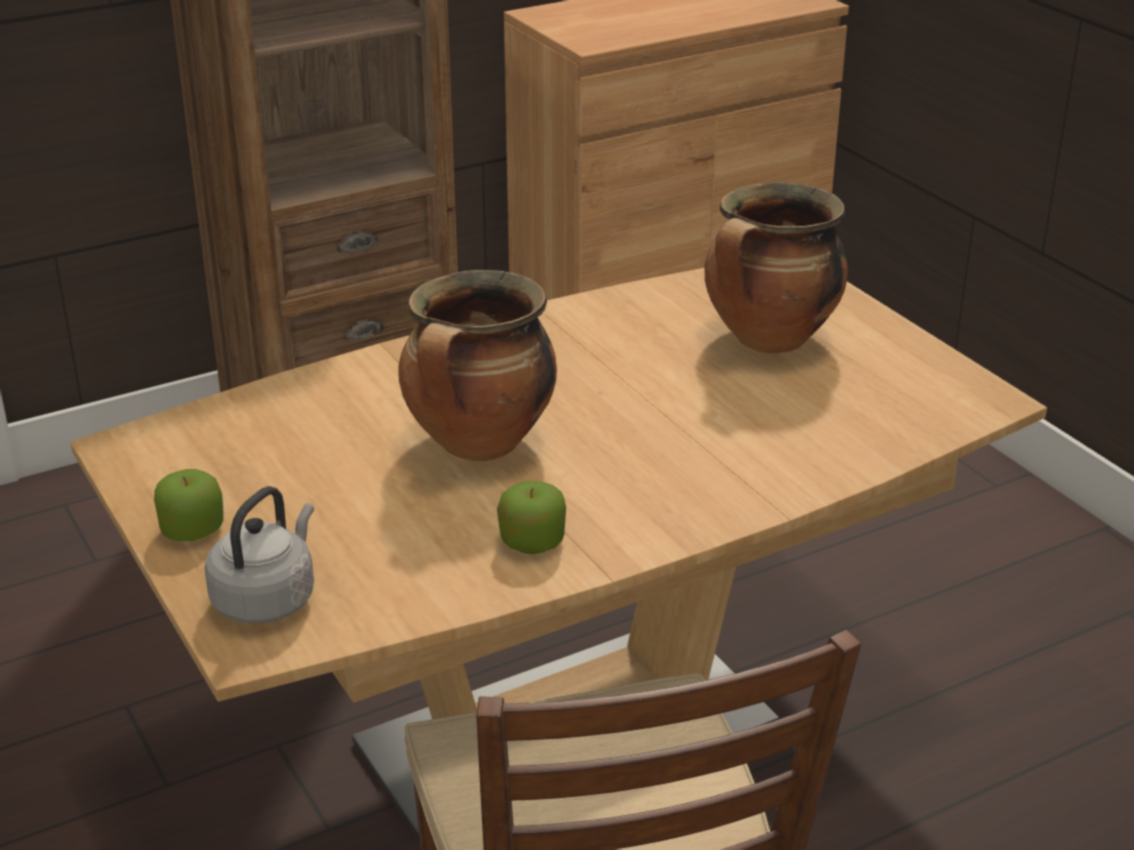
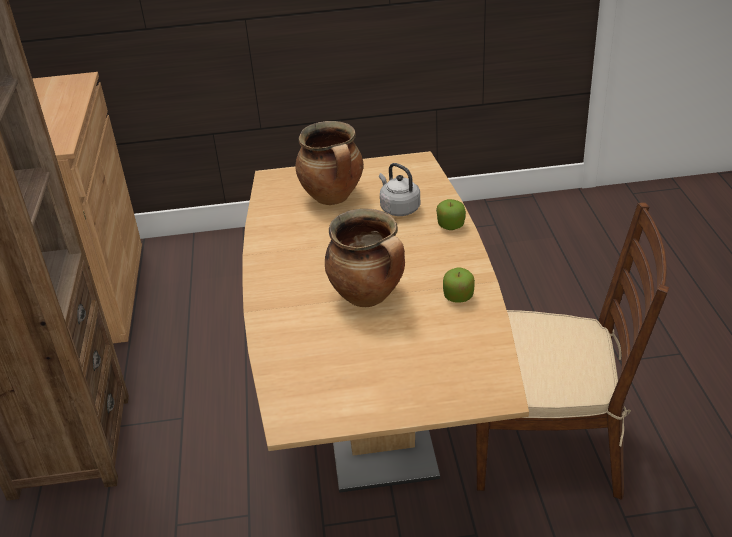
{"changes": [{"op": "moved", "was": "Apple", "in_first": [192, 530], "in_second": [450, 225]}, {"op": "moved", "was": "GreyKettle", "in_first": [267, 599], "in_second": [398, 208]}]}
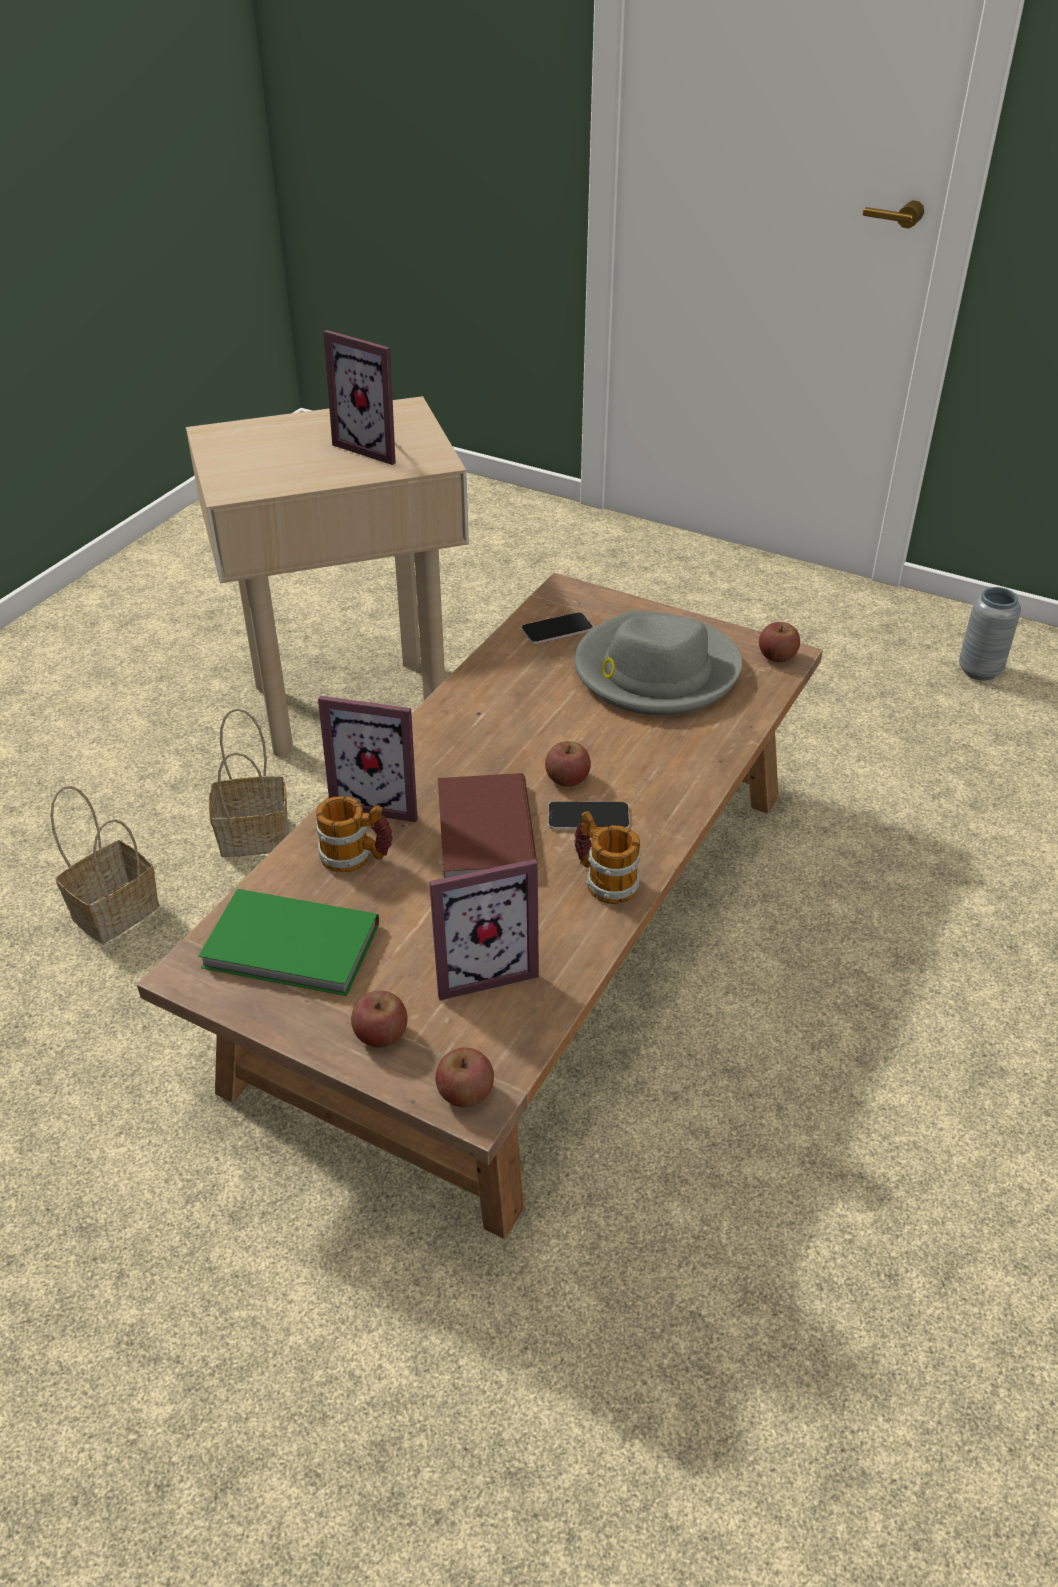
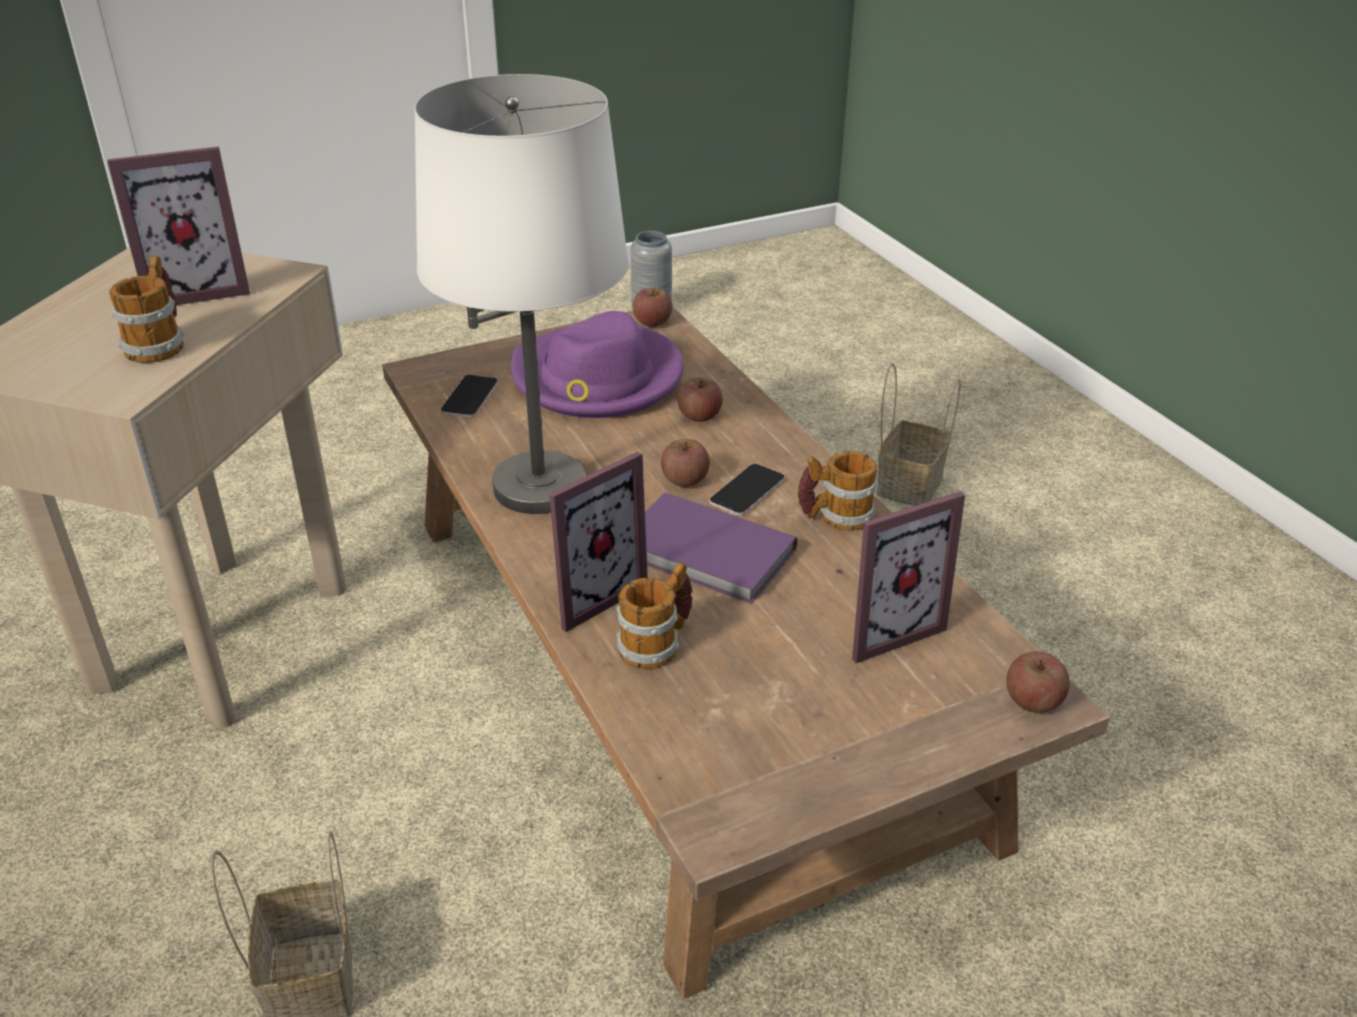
{"changes": [{"op": "removed", "was": "GreenBook", "in_first": [292, 949]}, {"op": "moved", "was": "Basket", "in_first": [257, 835], "in_second": [909, 483]}, {"op": "moved", "was": "Apple", "in_first": [381, 1034], "in_second": [699, 416]}, {"op": "turned", "was": "PictureFrame", "in_first": [481, 967], "in_second": [883, 627], "clockwise": 45}, {"op": "recoloured", "was": "BrownBook", "now": "PurpleBook", "in_first": [482, 833], "in_second": [706, 554]}, {"op": "recoloured", "was": "GreyHat", "now": "PurpleHat", "in_first": [655, 671], "in_second": [597, 379]}, {"op": "added", "now": "Mug", "in_second": [160, 343]}, {"op": "added", "now": "WhiteTableLamp", "in_second": [539, 486]}]}
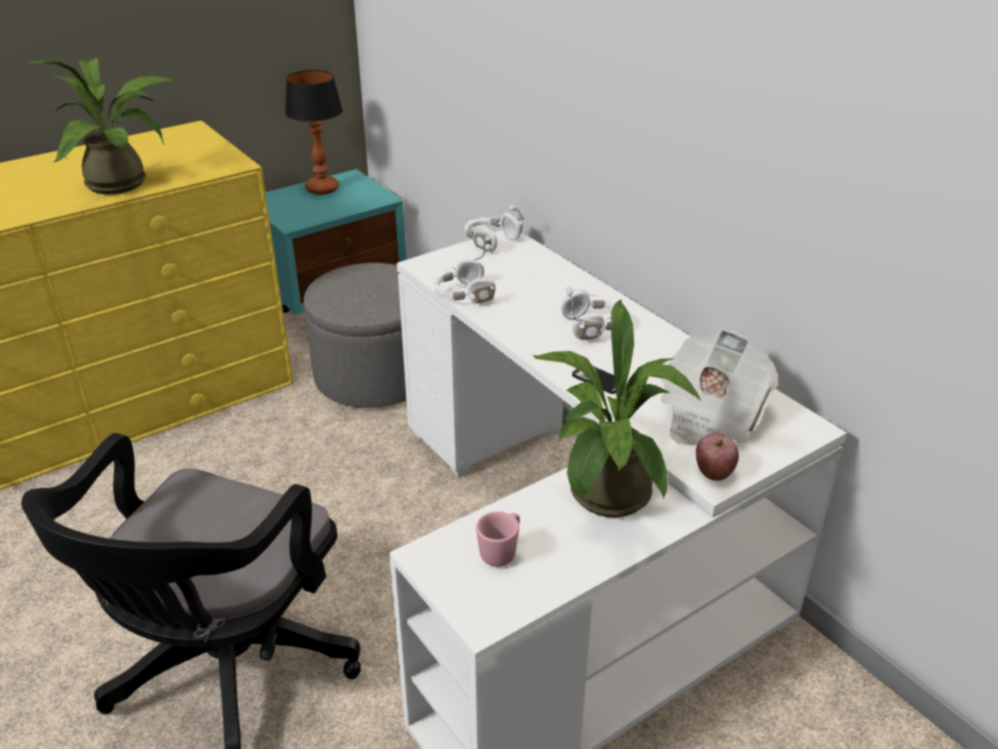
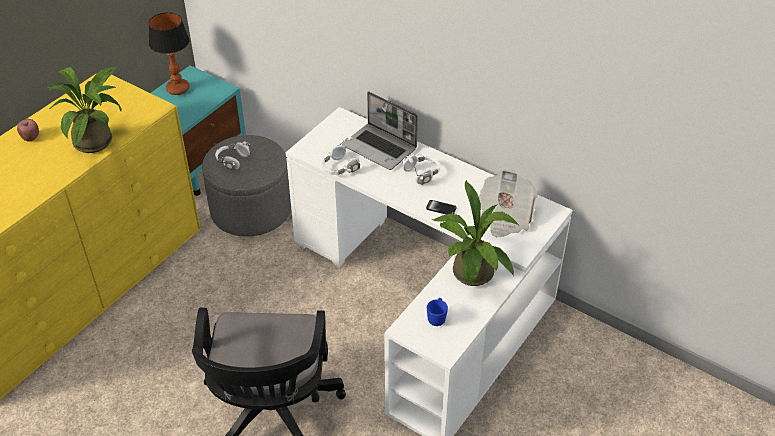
{"changes": [{"op": "moved", "was": "WhiteHeadphones", "in_first": [490, 241], "in_second": [232, 160]}, {"op": "recoloured", "was": "PinkMug", "now": "BlueMug", "in_first": [501, 552], "in_second": [437, 317]}, {"op": "moved", "was": "Apple", "in_first": [714, 472], "in_second": [30, 137]}, {"op": "added", "now": "Laptop", "in_second": [380, 148]}]}
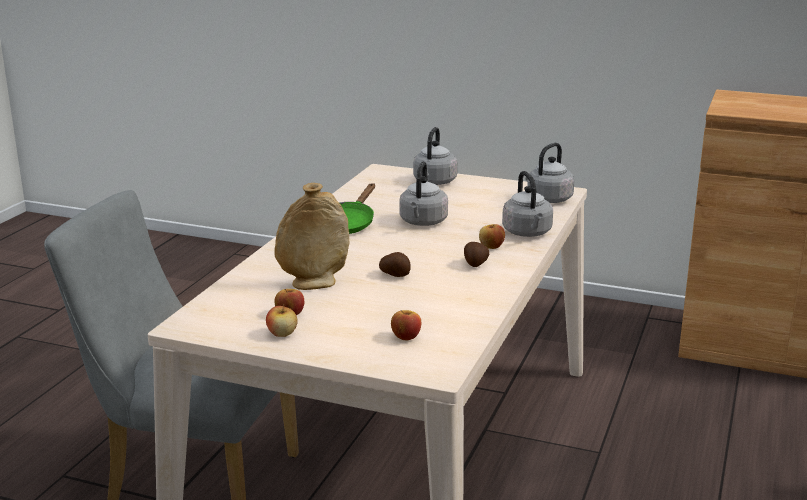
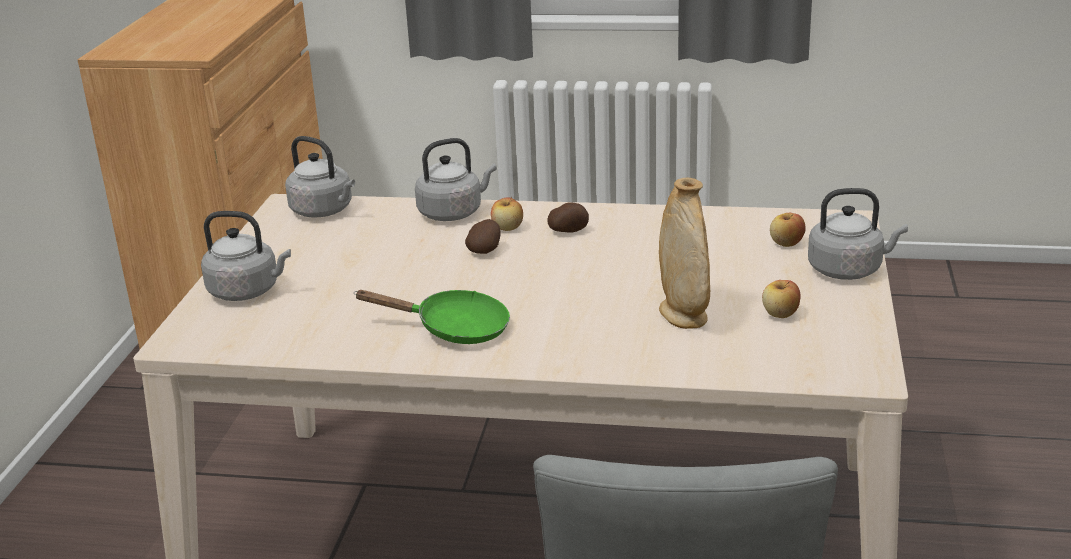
{"changes": [{"op": "removed", "was": "Apple", "in_first": [282, 334]}, {"op": "moved", "was": "Potato", "in_first": [395, 275], "in_second": [485, 250]}, {"op": "moved", "was": "GreyKettle", "in_first": [422, 222], "in_second": [848, 270]}]}
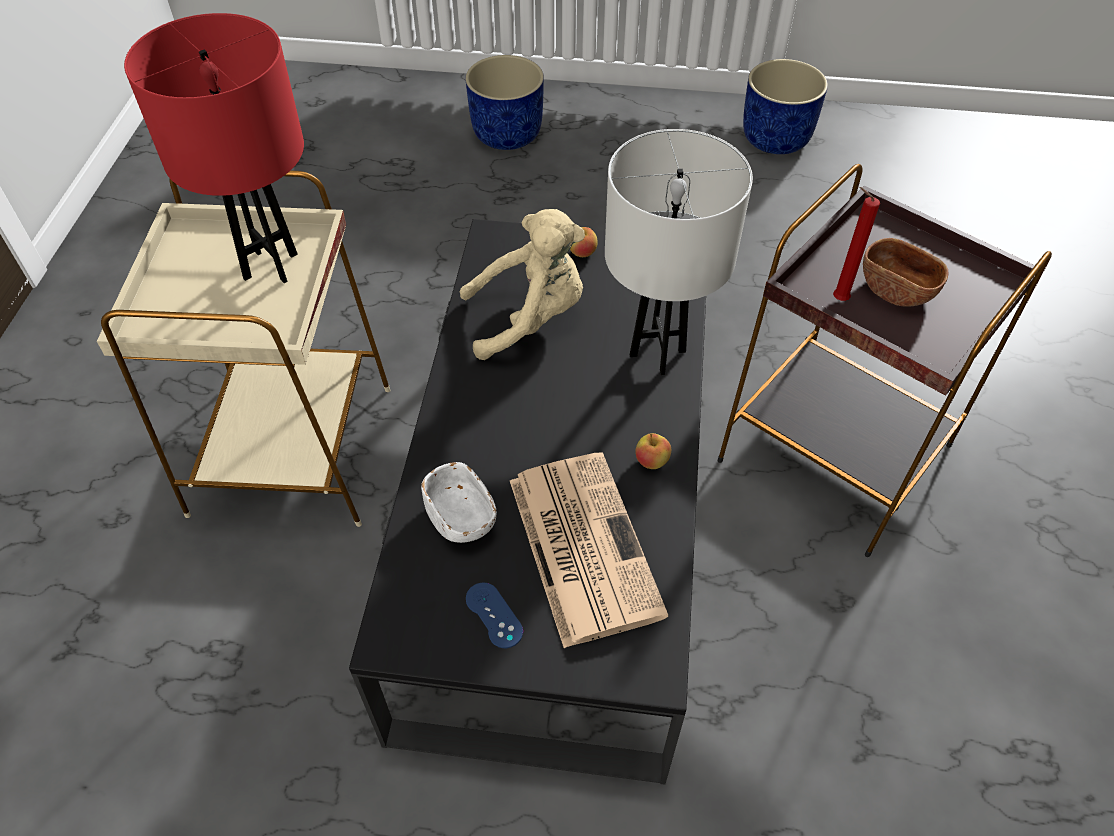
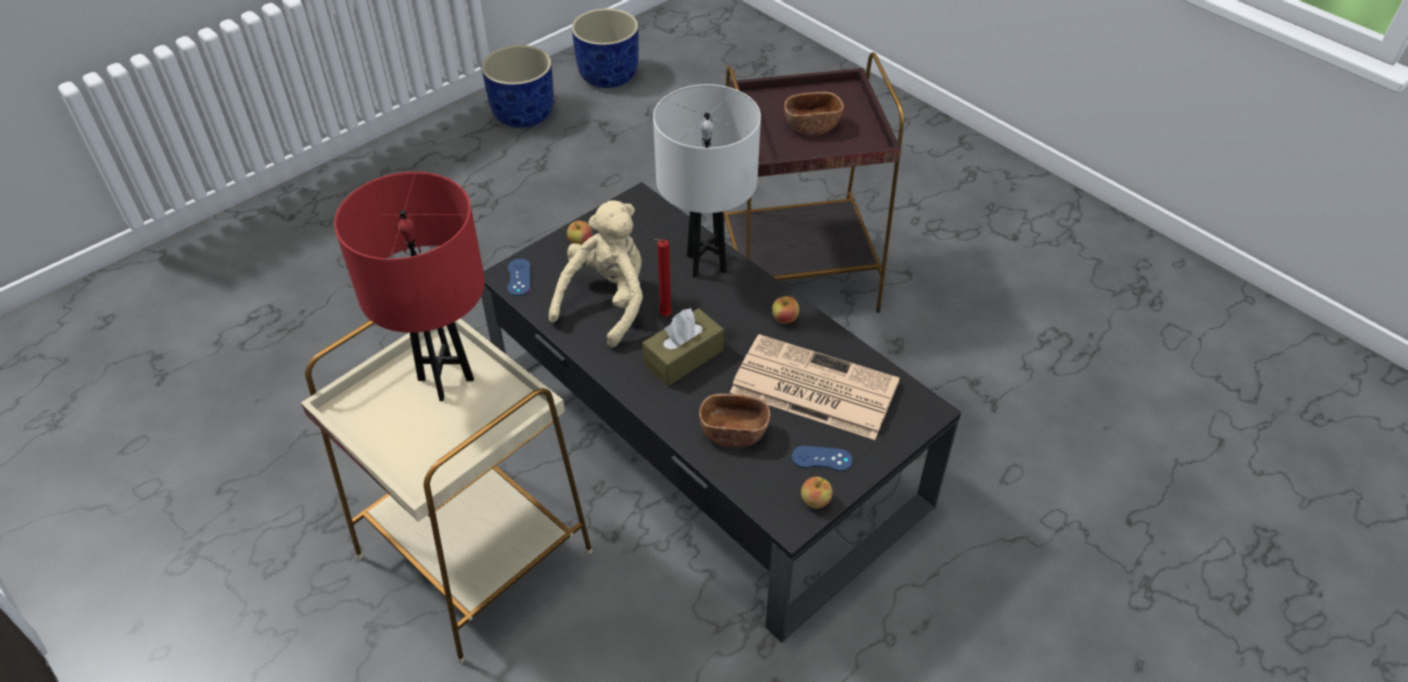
{"changes": [{"op": "recoloured", "was": "WhiteBowl", "now": "BrownBowl", "in_first": [461, 518], "in_second": [734, 432]}, {"op": "moved", "was": "BluePlanter", "in_first": [508, 135], "in_second": [609, 75]}, {"op": "moved", "was": "RedCandle", "in_first": [837, 299], "in_second": [663, 316]}, {"op": "added", "now": "BlueGameController", "in_second": [519, 277]}, {"op": "added", "now": "BrownTissueBox", "in_second": [683, 357]}, {"op": "added", "now": "Apple", "in_second": [815, 501]}]}
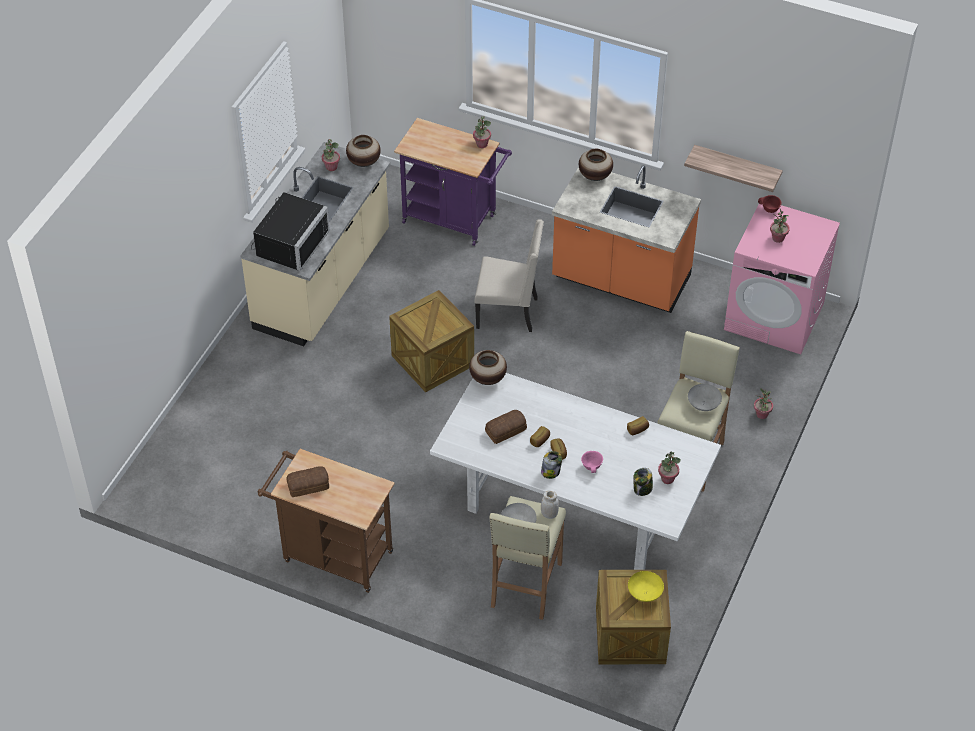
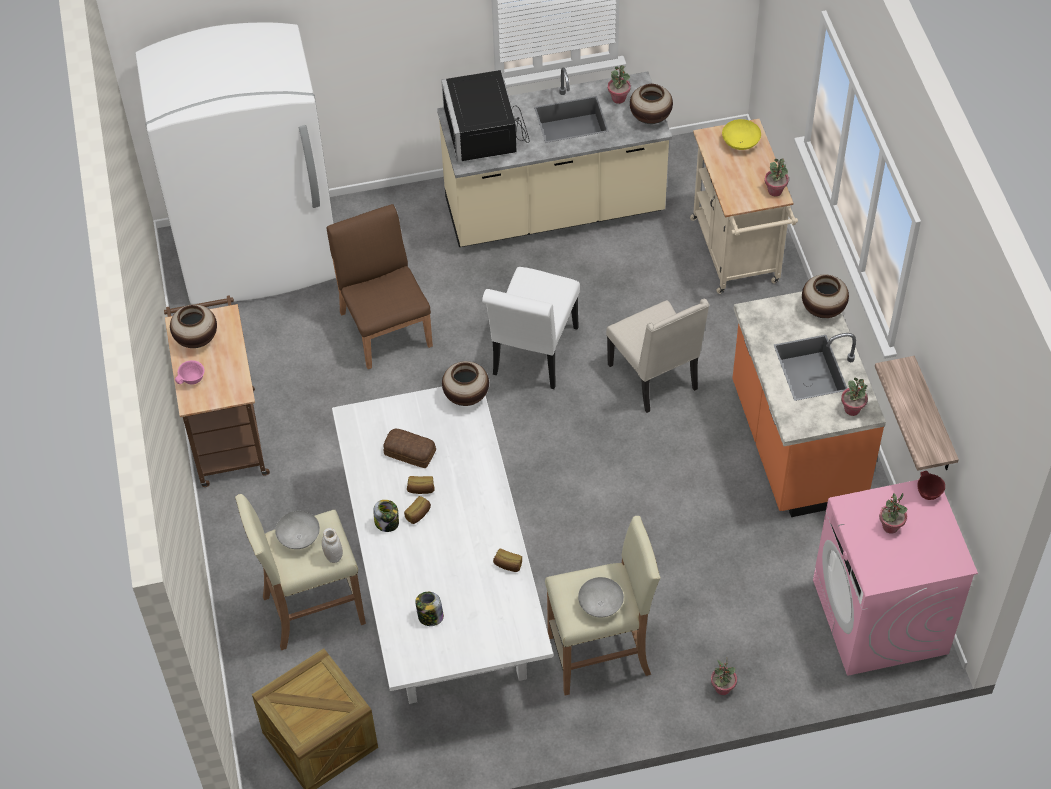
{"changes": [{"op": "turned", "was": "BlackMicrowave", "in_first": [288, 243], "in_second": [486, 131], "clockwise": 90}, {"op": "replaced", "was": "Bread", "now": "Vase", "in_first": [309, 486], "in_second": [196, 339]}, {"op": "replaced", "was": "Crate", "now": "WhiteChair", "in_first": [432, 360], "in_second": [533, 356]}, {"op": "recoloured", "was": "PurpleCart", "now": "BeigeCart", "in_first": [454, 220], "in_second": [737, 256]}, {"op": "moved", "was": "PinkBowl", "in_first": [592, 467], "in_second": [192, 380]}, {"op": "moved", "was": "YellowBowl", "in_first": [644, 593], "in_second": [740, 143]}, {"op": "moved", "was": "PottedPlant", "in_first": [667, 479], "in_second": [852, 409]}, {"op": "added", "now": "WhiteFridge", "in_second": [260, 256]}, {"op": "added", "now": "BrownChair", "in_second": [386, 328]}]}
